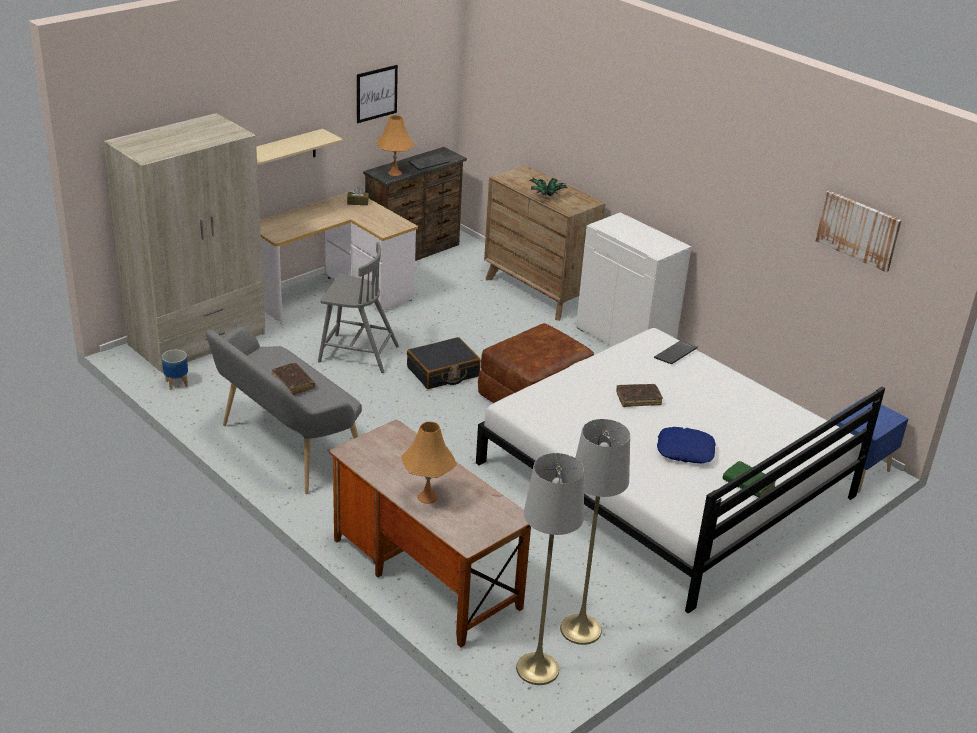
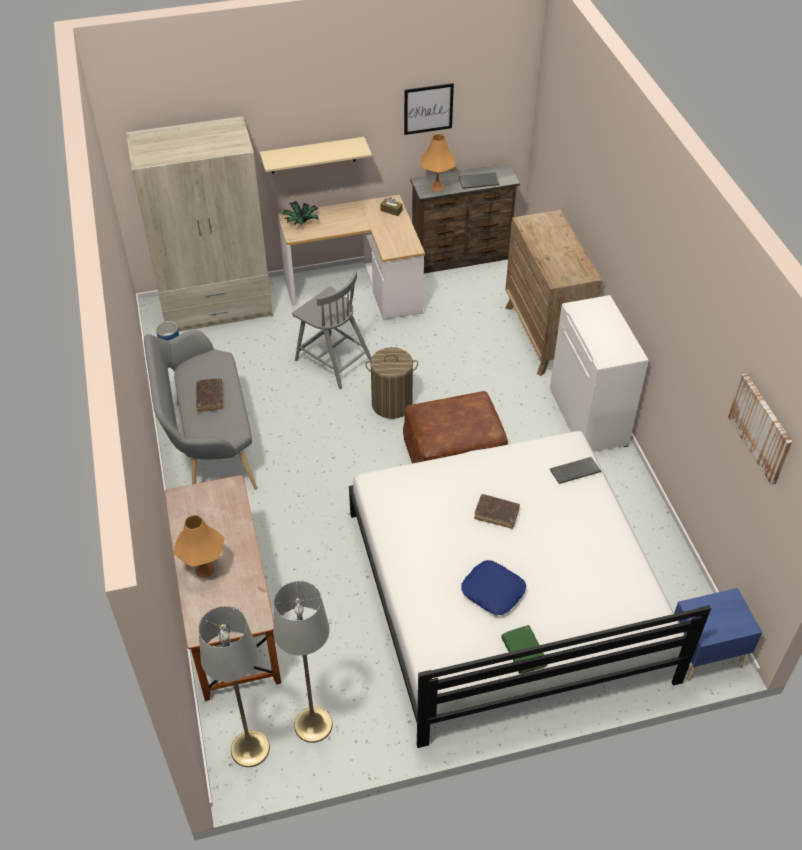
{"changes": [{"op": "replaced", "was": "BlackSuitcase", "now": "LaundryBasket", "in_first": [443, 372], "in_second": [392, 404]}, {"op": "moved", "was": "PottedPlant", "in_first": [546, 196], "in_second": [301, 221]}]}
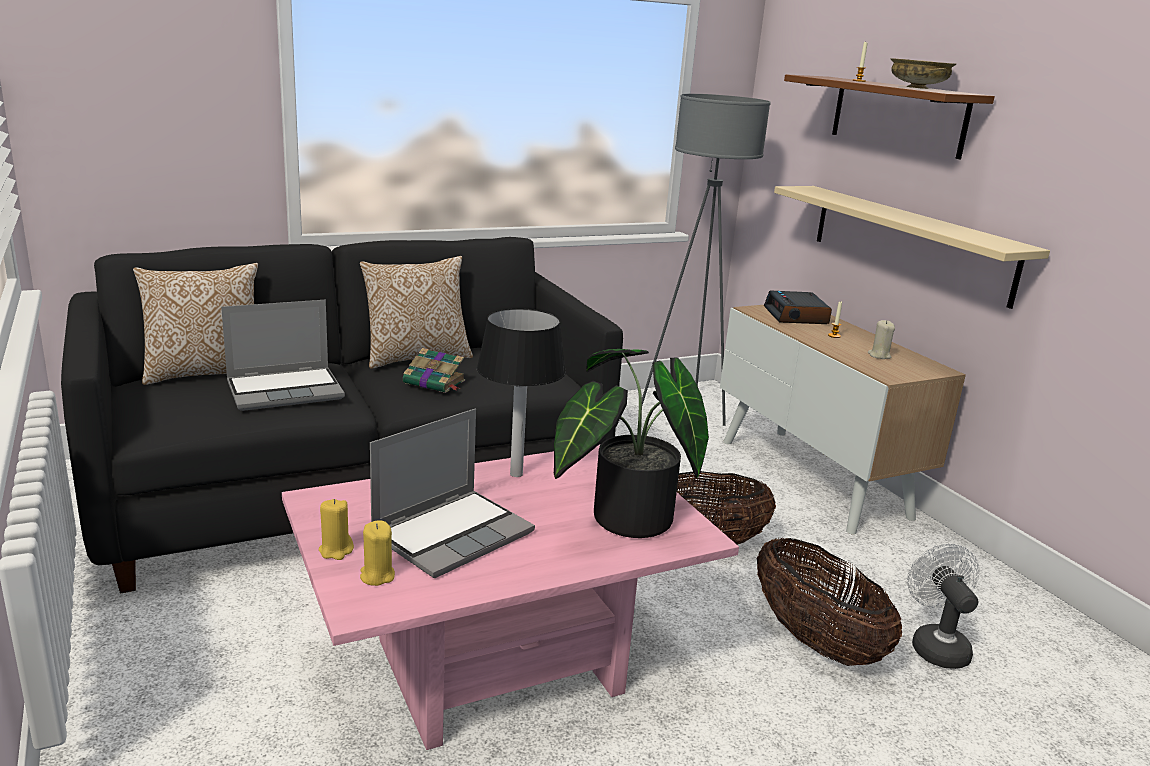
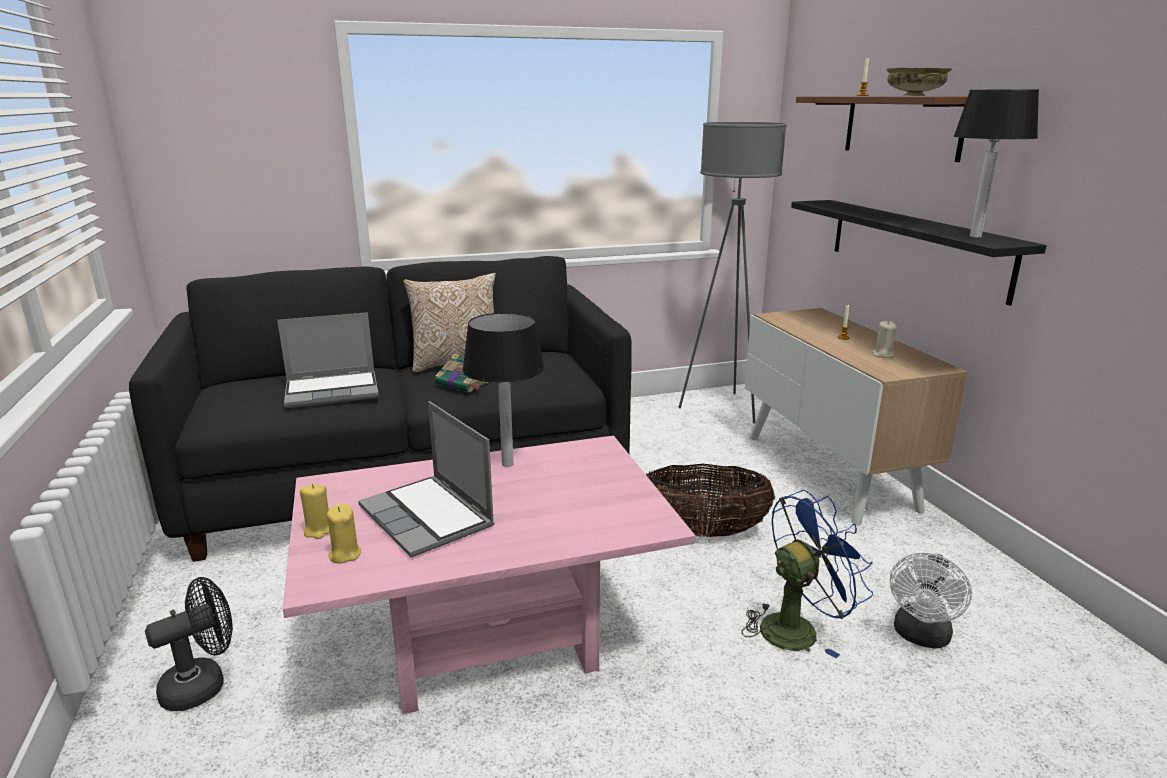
{"changes": [{"op": "removed", "was": "Pillow", "in_first": [206, 373]}, {"op": "turned", "was": "Laptop", "in_first": [453, 534], "in_second": [428, 517], "clockwise": 90}, {"op": "removed", "was": "PottedPlant", "in_first": [622, 519]}, {"op": "replaced", "was": "Basket", "now": "BlueFan", "in_first": [815, 641], "in_second": [797, 627]}, {"op": "removed", "was": "AlarmClock", "in_first": [796, 316]}, {"op": "recoloured", "was": "BeigeShelf", "now": "BlackShelf", "in_first": [909, 242], "in_second": [915, 246]}, {"op": "turned", "was": "WhiteFan", "in_first": [935, 645], "in_second": [920, 637], "clockwise": -150}, {"op": "added", "now": "BlackFan", "in_second": [203, 684]}, {"op": "added", "now": "TableLamp", "in_second": [976, 236]}]}
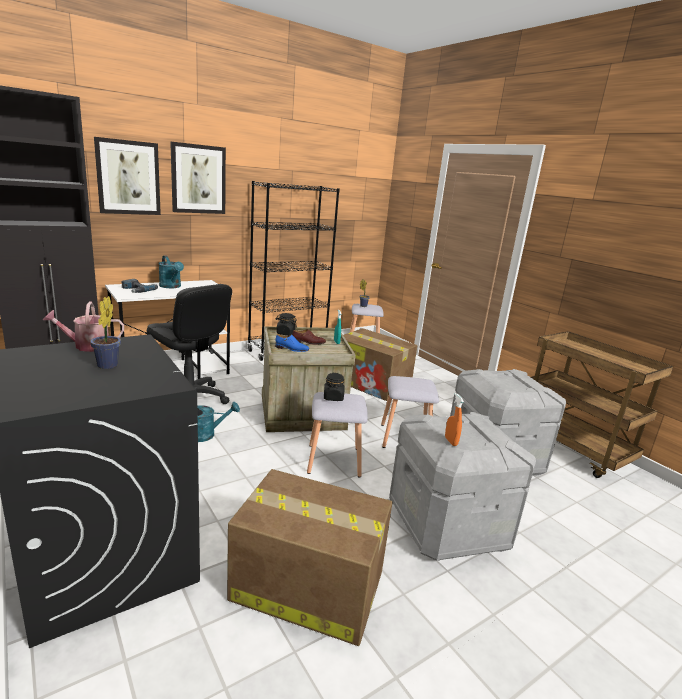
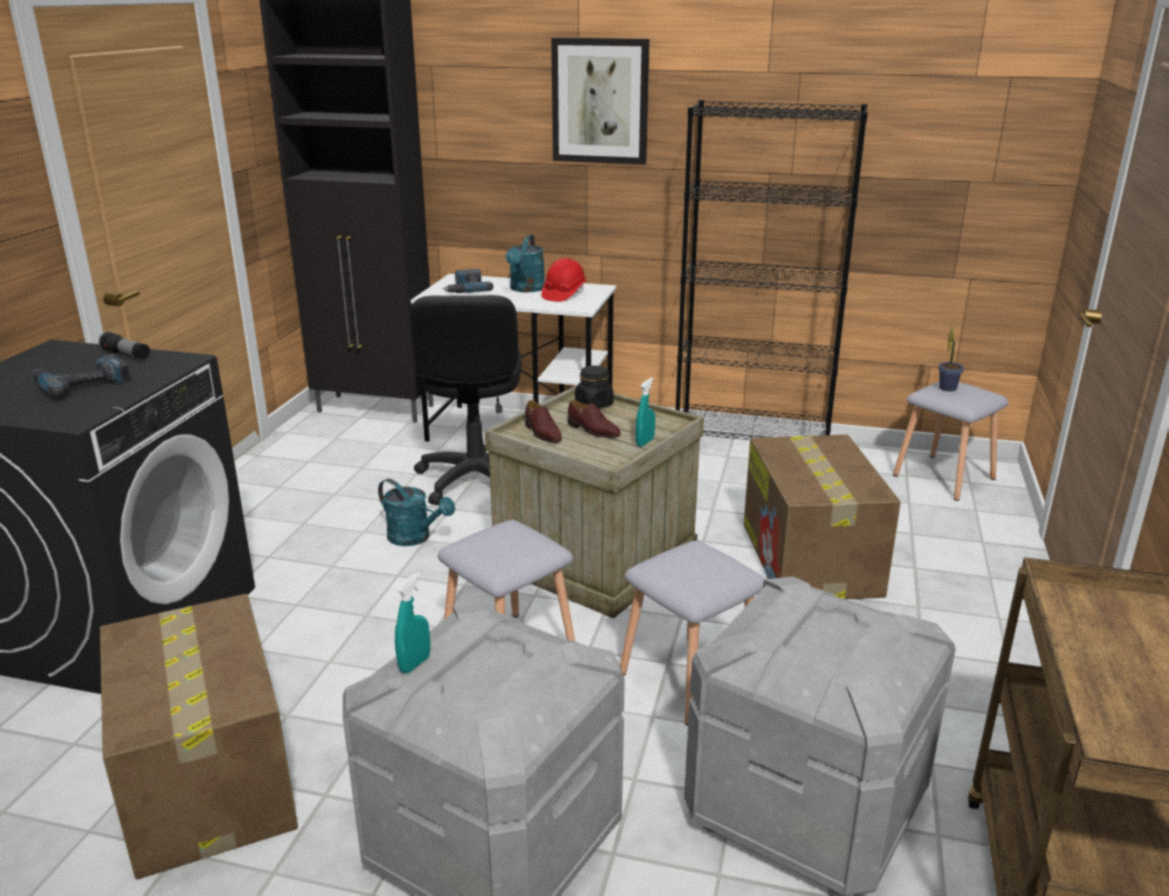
{"changes": [{"op": "replaced", "was": "WateringCan", "now": "Flashlight", "in_first": [87, 346], "in_second": [127, 355]}, {"op": "replaced", "was": "PottedPlant", "now": "PowerDrill", "in_first": [106, 366], "in_second": [81, 383]}, {"op": "removed", "was": "Picture", "in_first": [128, 177]}, {"op": "recoloured", "was": "BlueShoe", "now": "BrownShoe", "in_first": [291, 349], "in_second": [542, 433]}, {"op": "removed", "was": "BlackJar", "in_first": [333, 397]}, {"op": "recoloured", "was": "OrangeSprayBottle", "now": "TurquoiseSprayBottle", "in_first": [451, 441], "in_second": [414, 664]}, {"op": "added", "now": "RedHardHat", "in_second": [564, 294]}]}
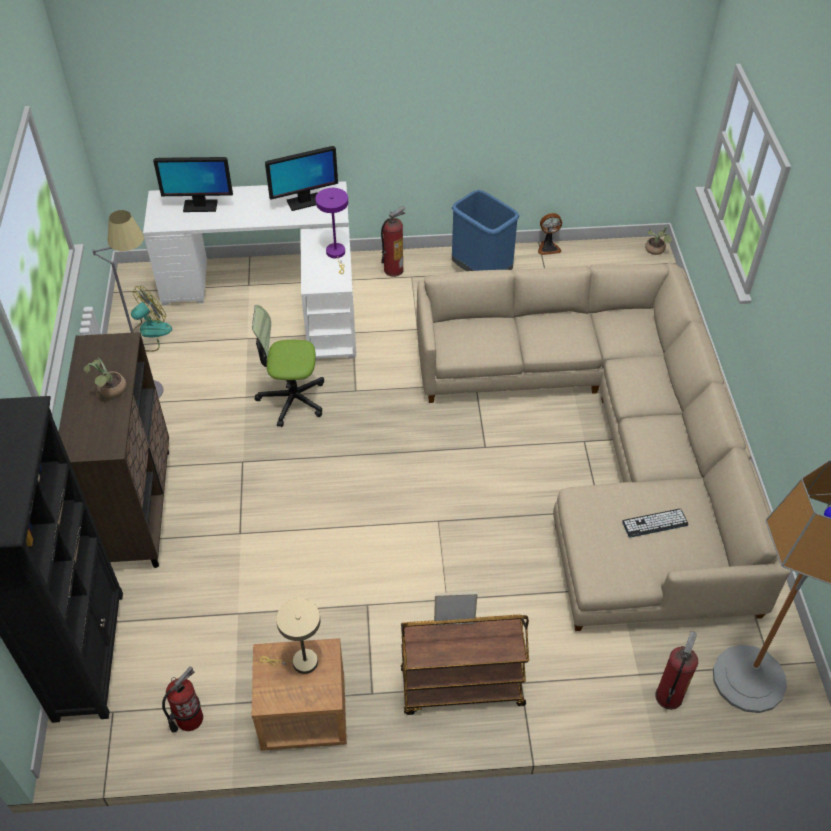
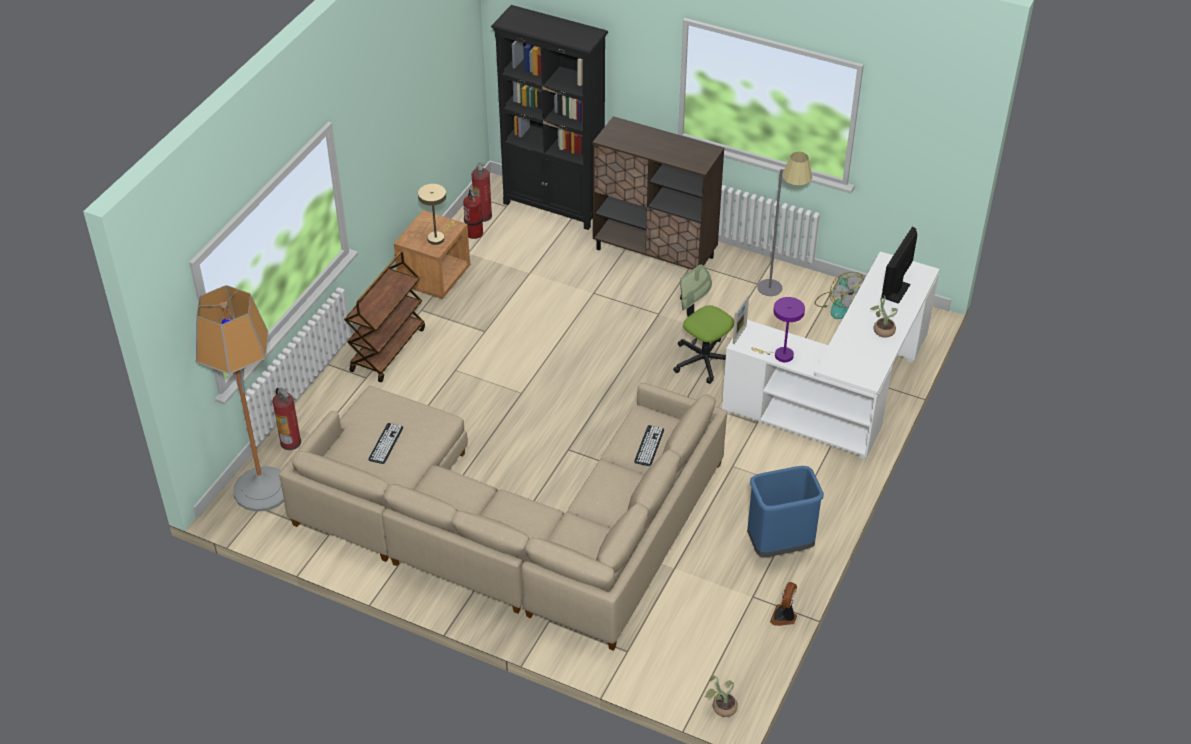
{"changes": [{"op": "moved", "was": "PottedPlant", "in_first": [110, 391], "in_second": [882, 329]}, {"op": "turned", "was": "OfficeChair", "in_first": [292, 399], "in_second": [703, 360], "clockwise": -75}, {"op": "removed", "was": "Monitor", "in_first": [304, 202]}, {"op": "moved", "was": "FireExtinguisher", "in_first": [393, 269], "in_second": [483, 216]}, {"op": "moved", "was": "PictureFrame", "in_first": [454, 623], "in_second": [739, 334]}, {"op": "added", "now": "Keyboard", "in_second": [649, 446]}]}
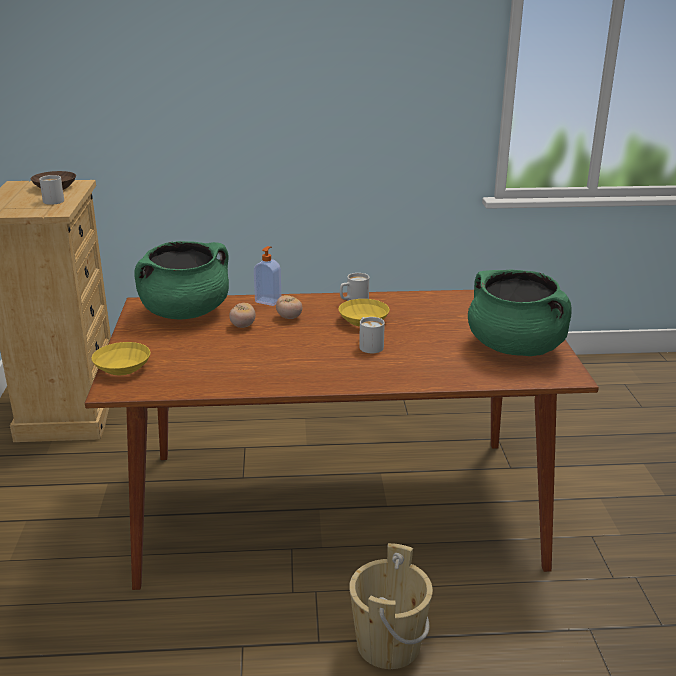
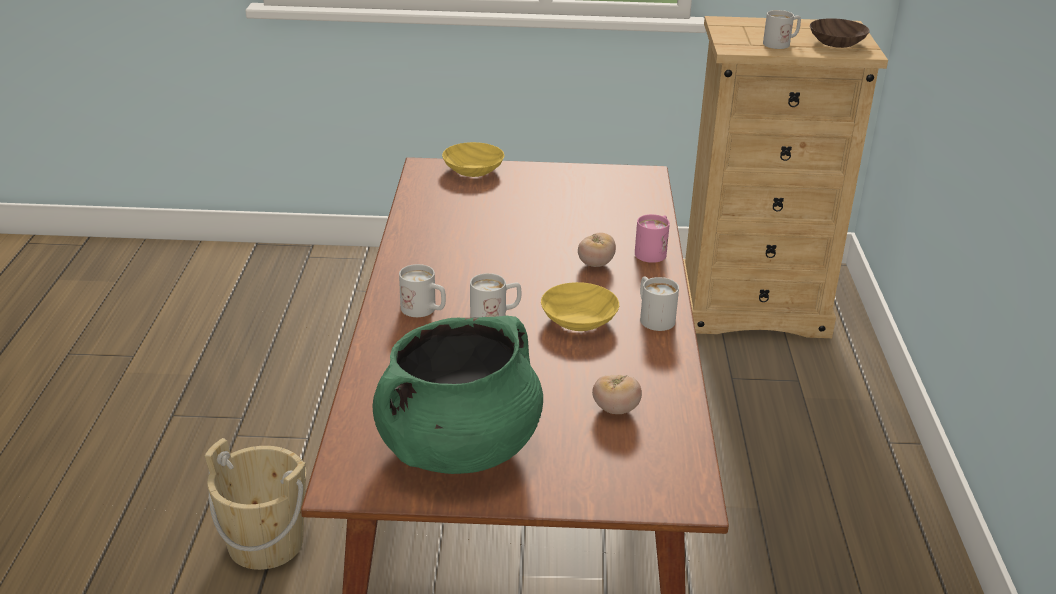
{"changes": [{"op": "removed", "was": "GreenCookingPot", "in_first": [185, 312]}, {"op": "moved", "was": "Tomato", "in_first": [243, 326], "in_second": [615, 409]}, {"op": "replaced", "was": "SoapDispenser", "now": "PinkMug", "in_first": [268, 301], "in_second": [653, 251]}, {"op": "added", "now": "WhiteMug", "in_second": [424, 311]}]}
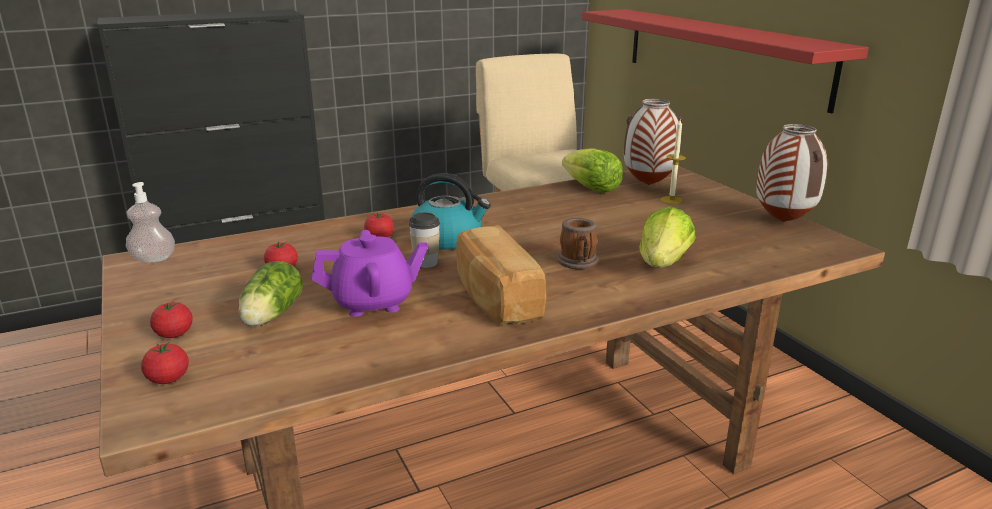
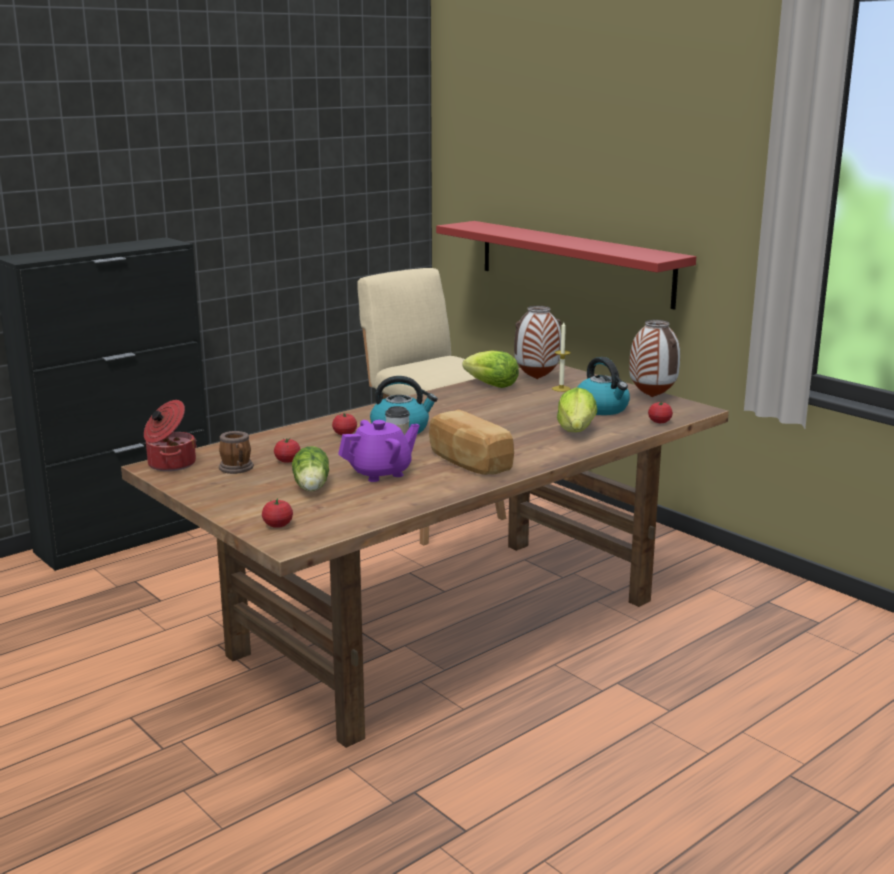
{"changes": [{"op": "replaced", "was": "SoapDispenser", "now": "CookingPot", "in_first": [153, 259], "in_second": [170, 464]}, {"op": "moved", "was": "Tomato", "in_first": [174, 334], "in_second": [659, 422]}, {"op": "moved", "was": "Mug", "in_first": [578, 263], "in_second": [237, 469]}, {"op": "added", "now": "Kettle", "in_second": [602, 409]}]}
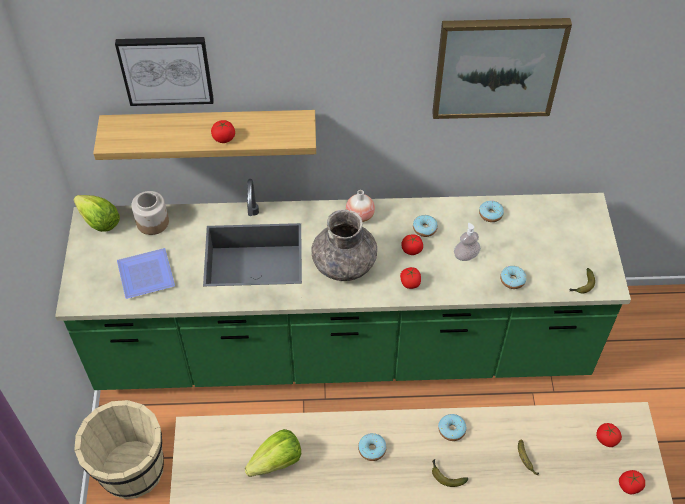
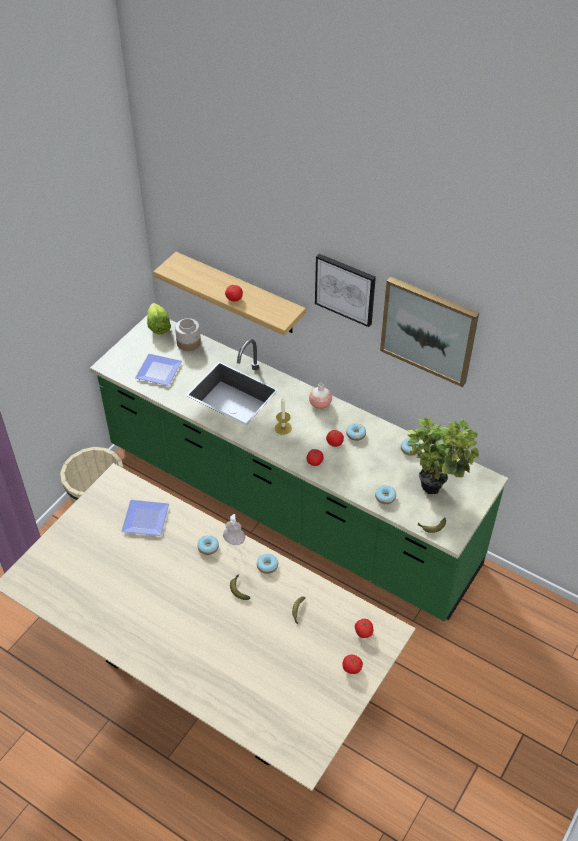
{"changes": [{"op": "moved", "was": "Picture", "in_first": [166, 69], "in_second": [345, 289]}, {"op": "replaced", "was": "Lettuce", "now": "Plate", "in_first": [276, 462], "in_second": [147, 520]}, {"op": "replaced", "was": "GreyVase", "now": "Candle", "in_first": [344, 264], "in_second": [283, 428]}, {"op": "moved", "was": "SoapDispenser", "in_first": [466, 256], "in_second": [234, 541]}, {"op": "added", "now": "PottedPlant", "in_second": [436, 484]}]}
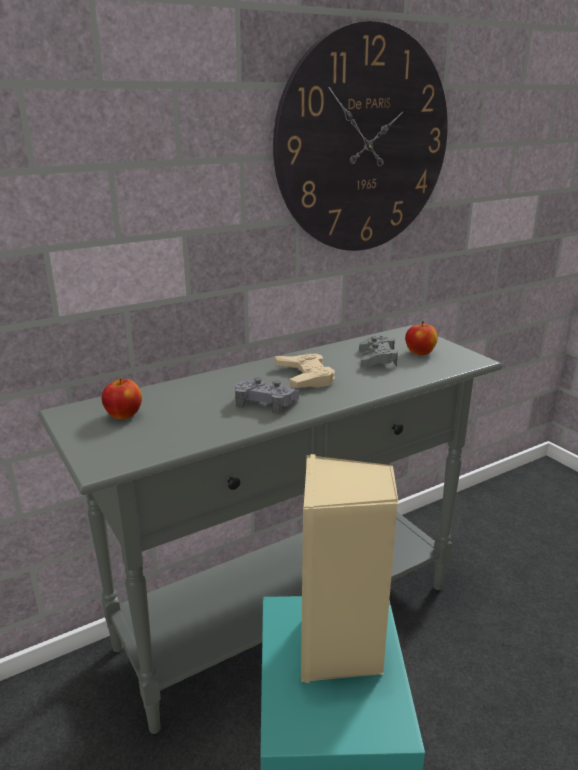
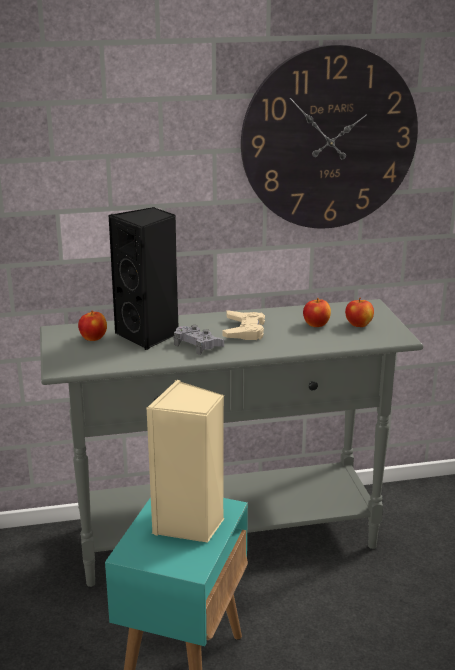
{"changes": [{"op": "replaced", "was": "GreyGameController", "now": "Apple", "in_first": [377, 359], "in_second": [316, 325]}, {"op": "added", "now": "BlackSpeaker", "in_second": [149, 335]}]}
